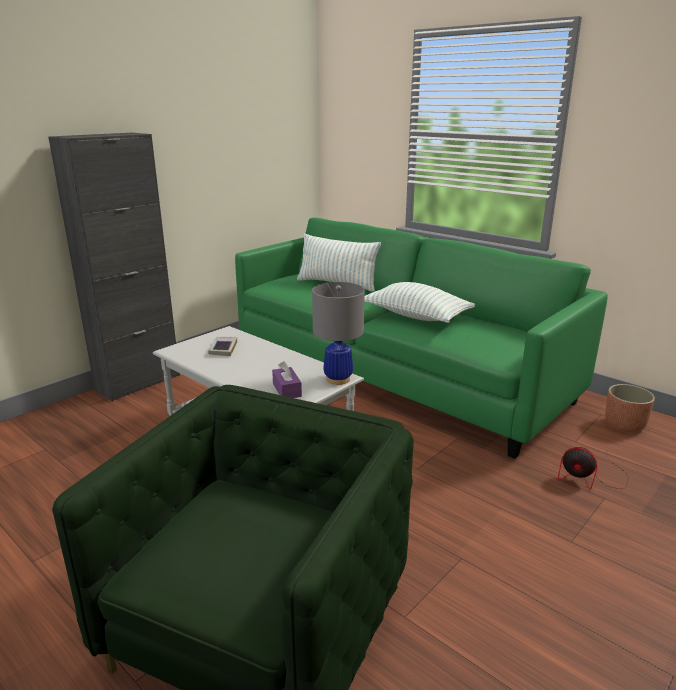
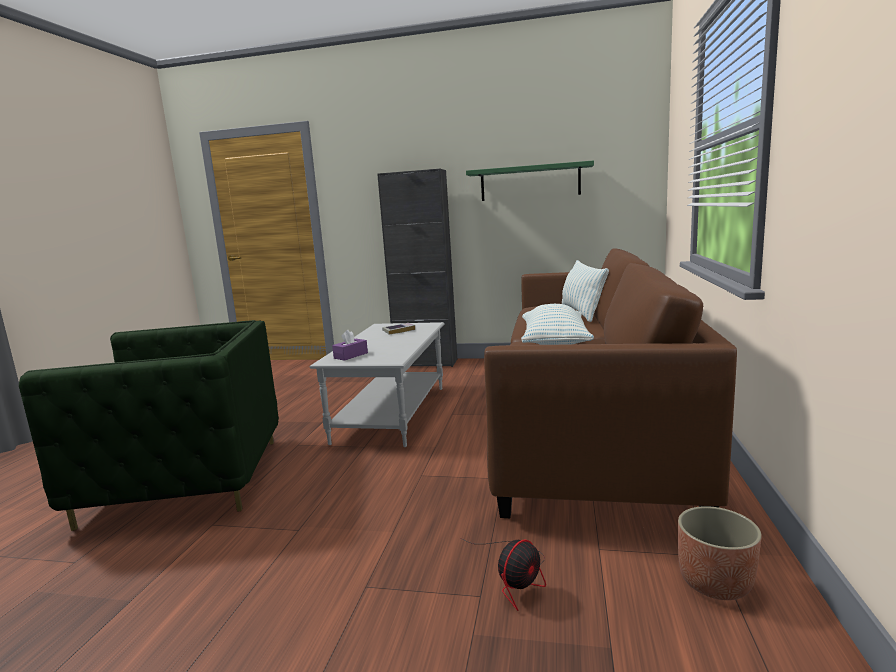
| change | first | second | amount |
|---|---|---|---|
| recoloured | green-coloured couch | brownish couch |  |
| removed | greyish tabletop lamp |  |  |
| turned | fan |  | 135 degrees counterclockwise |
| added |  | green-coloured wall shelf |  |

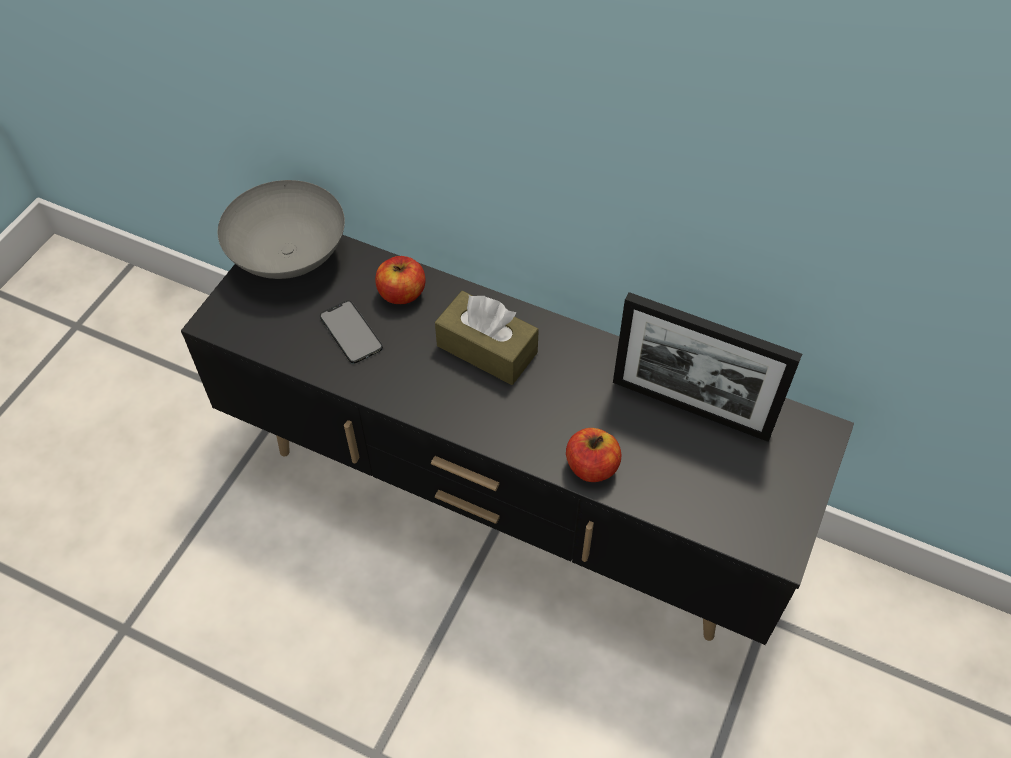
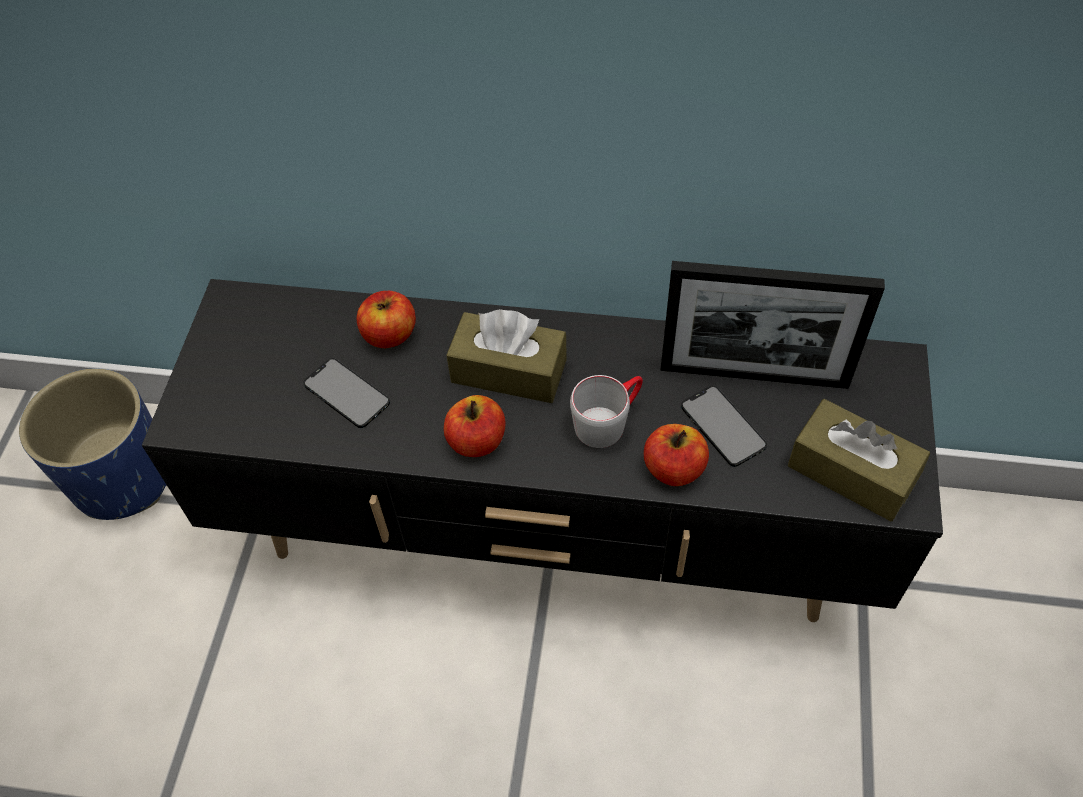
| change | first | second | amount |
|---|---|---|---|
| removed | greyish bowl |  |  |
| added |  | blue-coloured plant pot |  |
| added |  | greyish tea mug |  |
| added |  | phone (2nd from left) |  |
| added |  | apple fruit (2nd from left) |  |
| added |  | brownish box of tissues (2nd from left) |  |

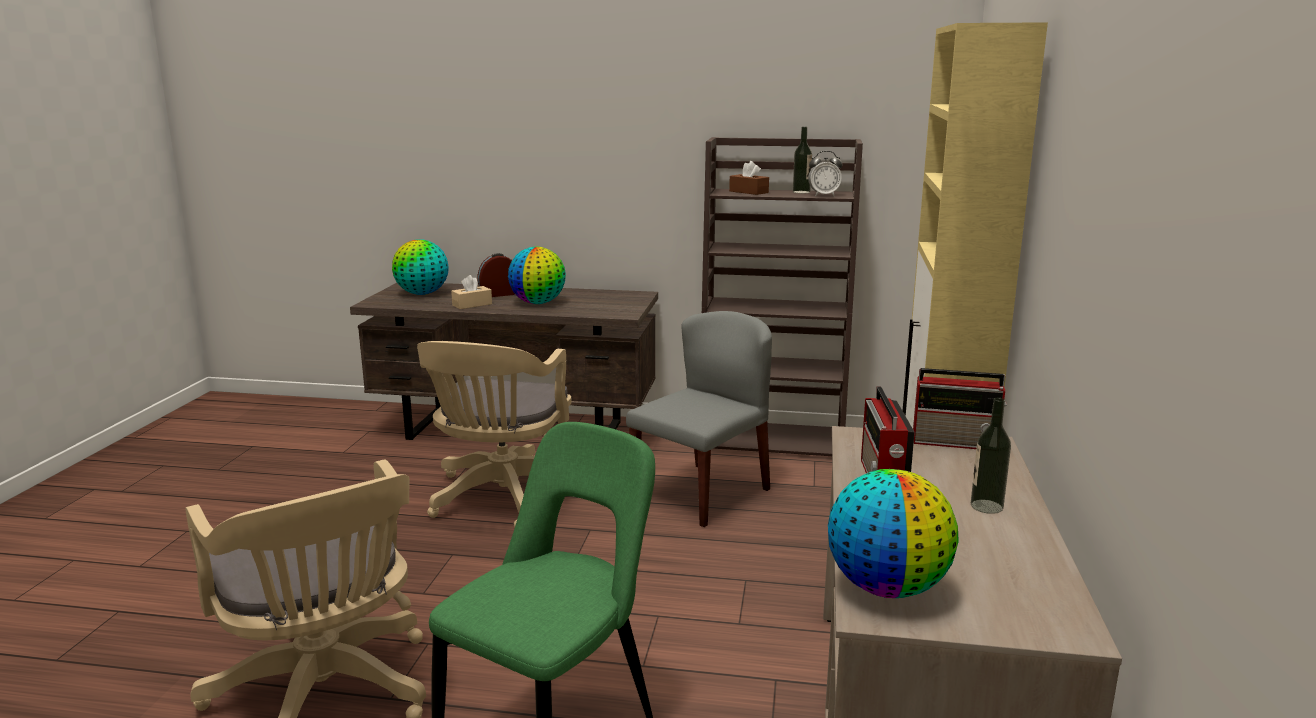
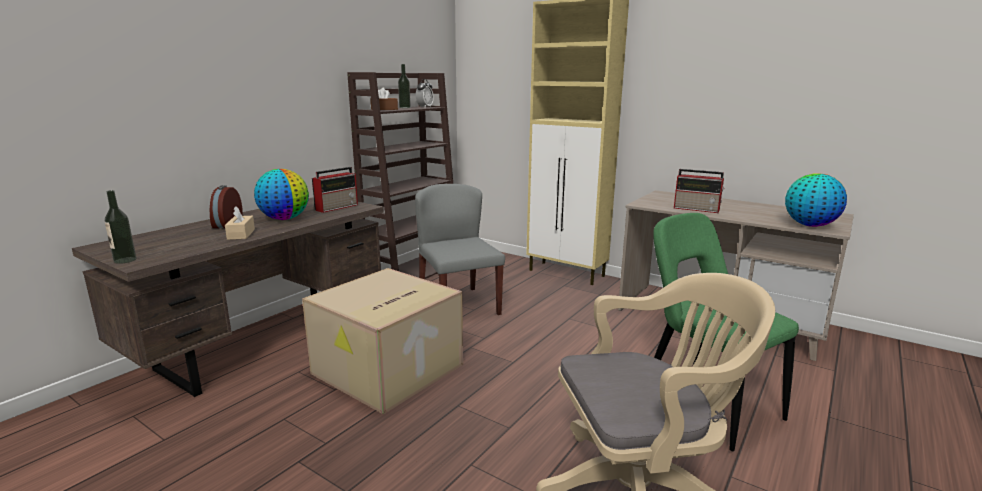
| change | first | second | amount |
|---|---|---|---|
| removed | world globe (1st from left) |  |  |
| replaced | sand-coloured office chair (2nd from left) | packing box |  |
| moved | radio set (2nd from left in the first image) | radio set (1st from left) |  |
| moved | drink bottle (2nd from left in the first image) | drink bottle (1st from left) |  |

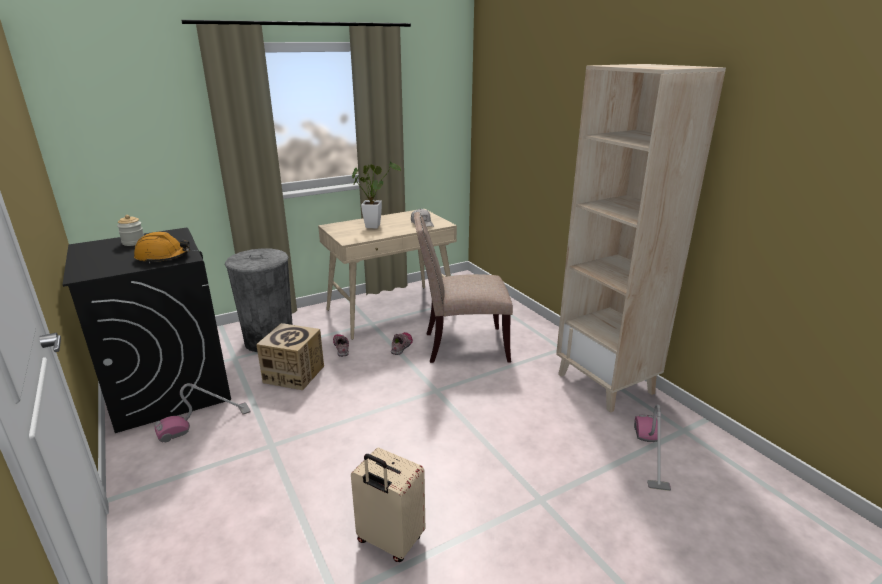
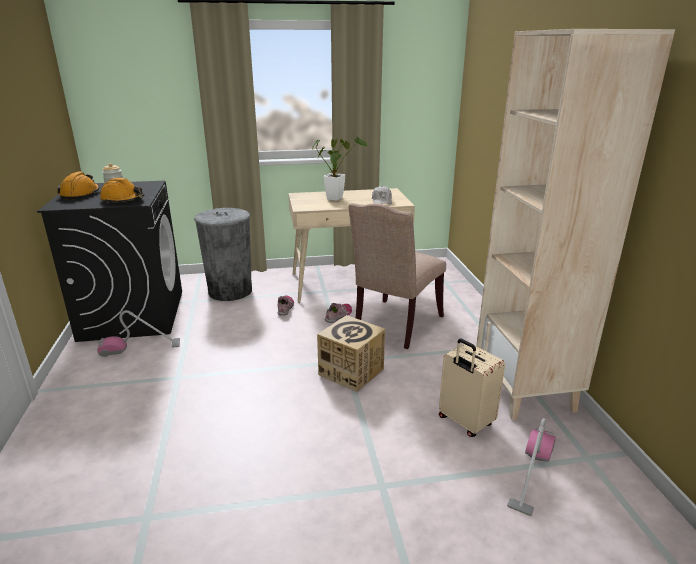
| change | first | second | amount |
|---|---|---|---|
| turned | sand-coloured upright chair |  | 75 degrees counterclockwise |
| moved | packing box |  |  |
| moved | sand-coloured piece of luggage |  |  |
| added |  | orangey hard hat (1st from left) |  |

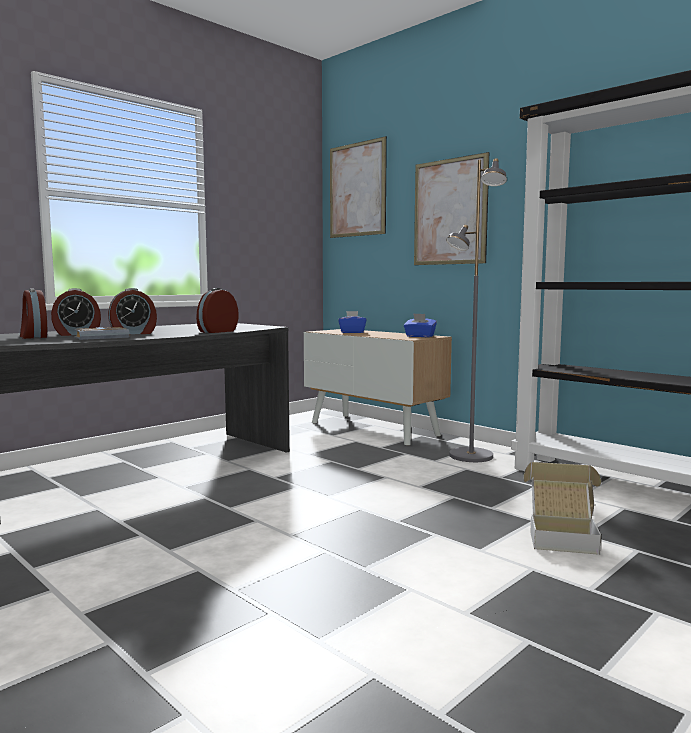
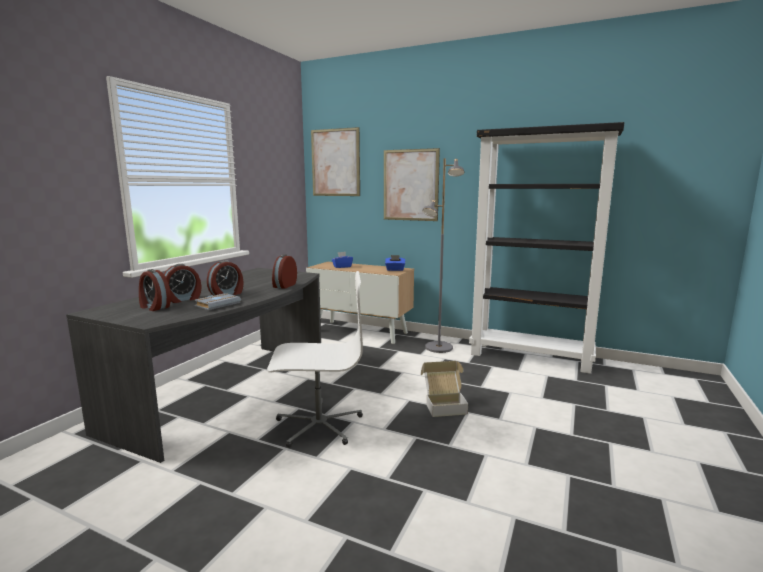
| change | first | second | amount |
|---|---|---|---|
| moved | packing box |  |  |
| added |  | whitish office chair |  |

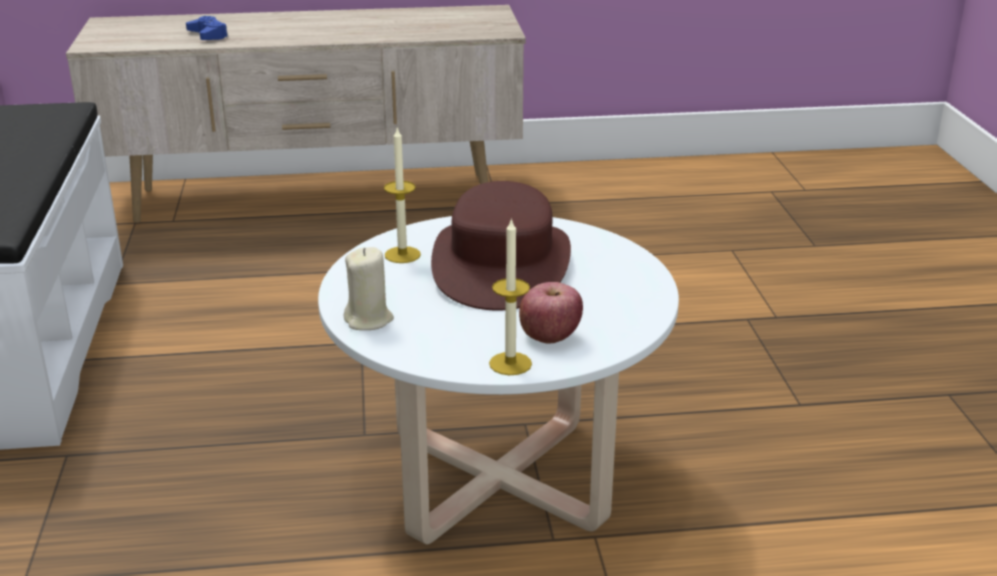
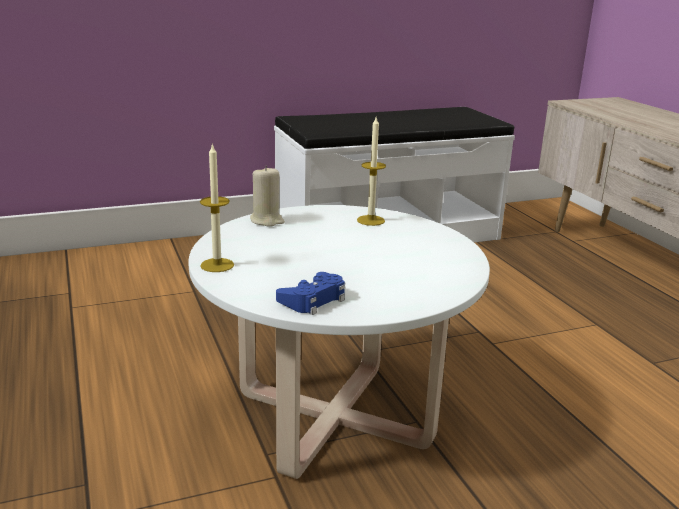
| change | first | second | amount |
|---|---|---|---|
| moved | blue-coloured game controller |  |  |
| removed | brownish hat |  |  |
| removed | apple fruit |  |  |

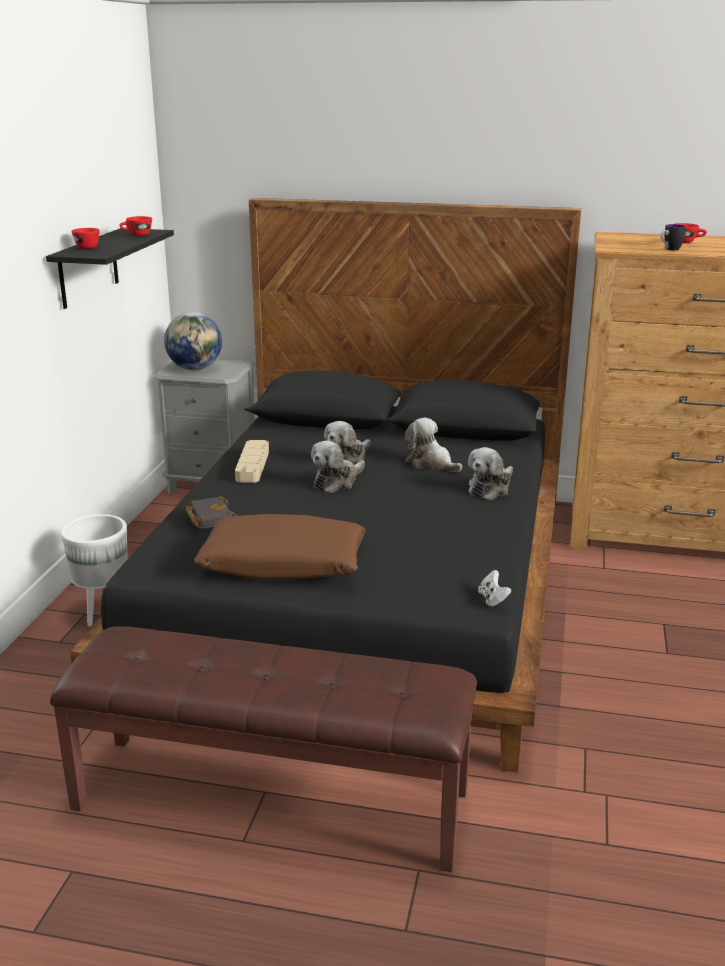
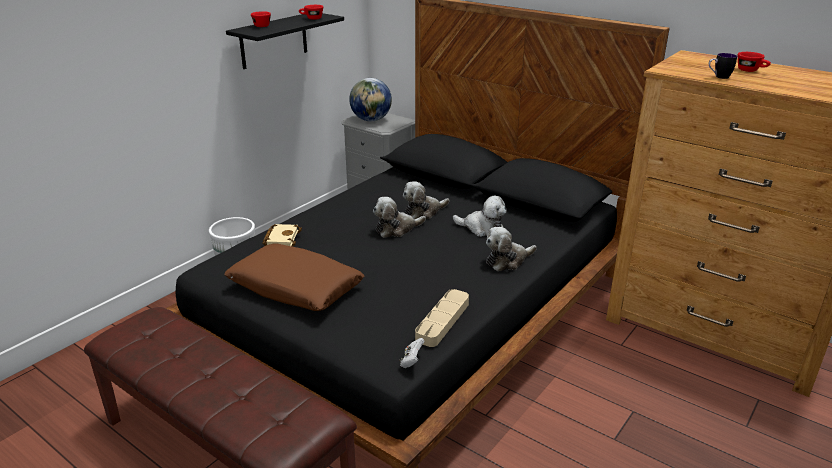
| change | first | second | amount |
|---|---|---|---|
| turned | cuddly toy (3rd from left) |  | 135 degrees clockwise |
| moved | sand-coloured serving tray |  |  |
| recoloured | black-coloured volume | sand-coloured volume |  |

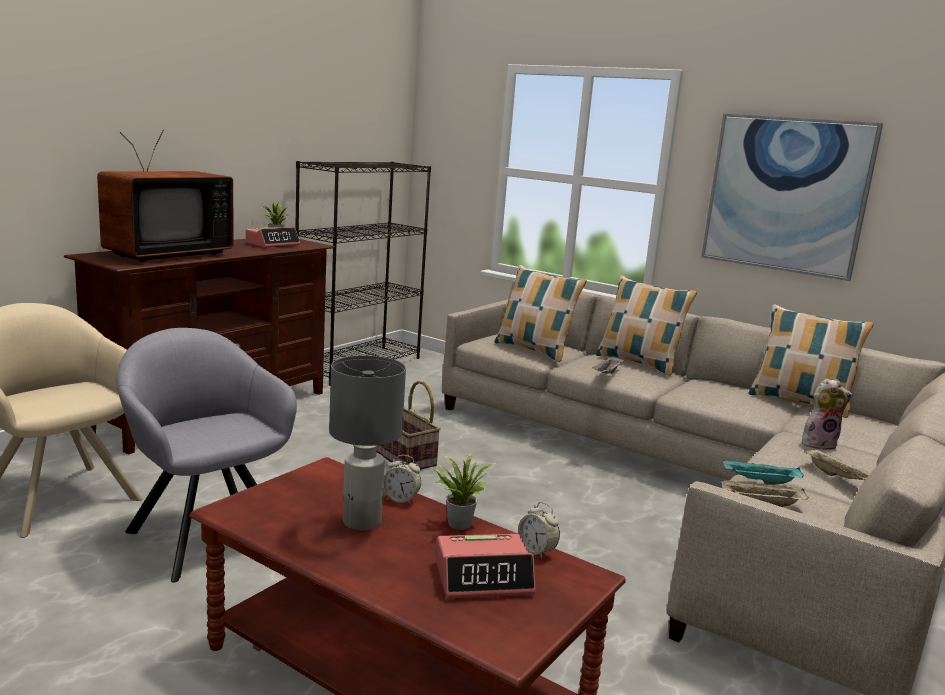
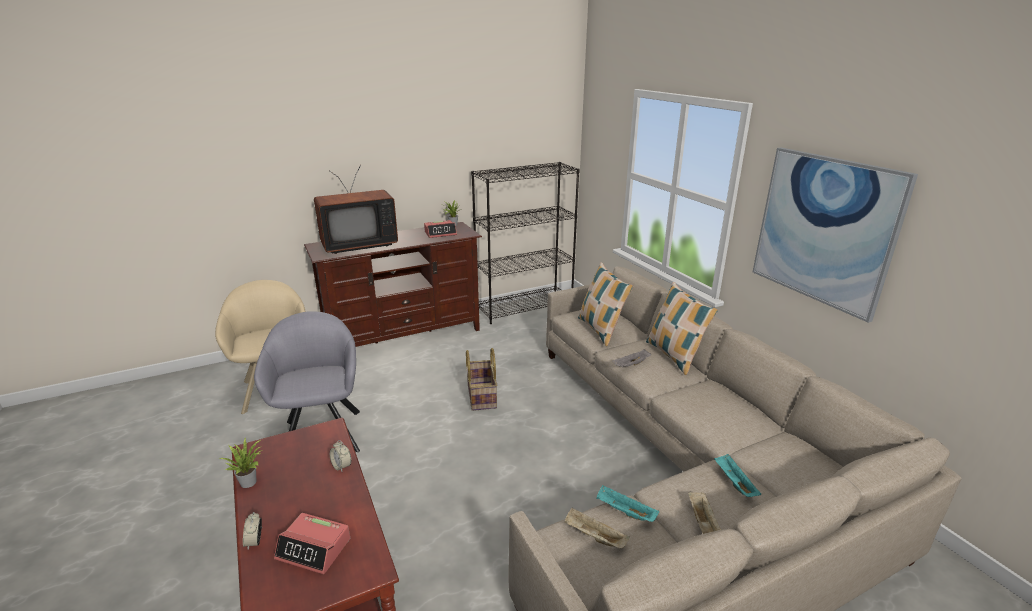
| change | first | second | amount |
|---|---|---|---|
| removed | cushion (3rd from left) |  |  |
| removed | greyish tabletop lamp |  |  |
| replaced | cuddly toy | turquoise-coloured serving tray (2nd from left) |  |
| moved | houseplant (2nd from left in the first image) | houseplant (1st from left) |  |
| moved | alarm clock (4th from left in the first image) | alarm clock (1st from left) |  |

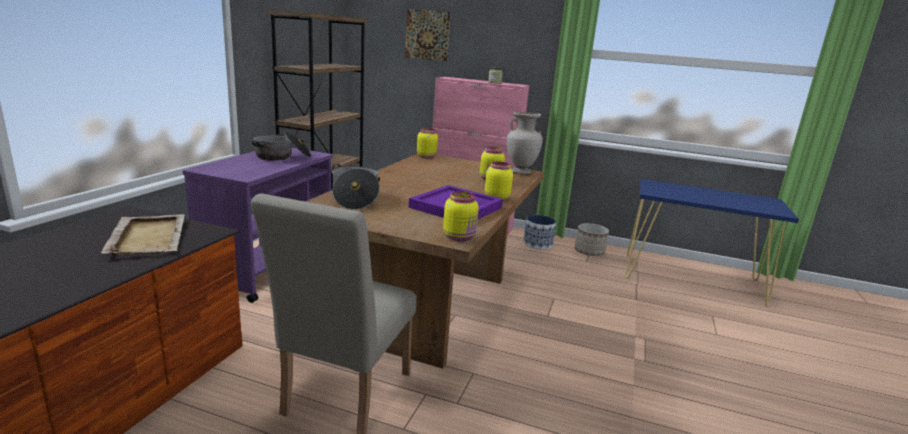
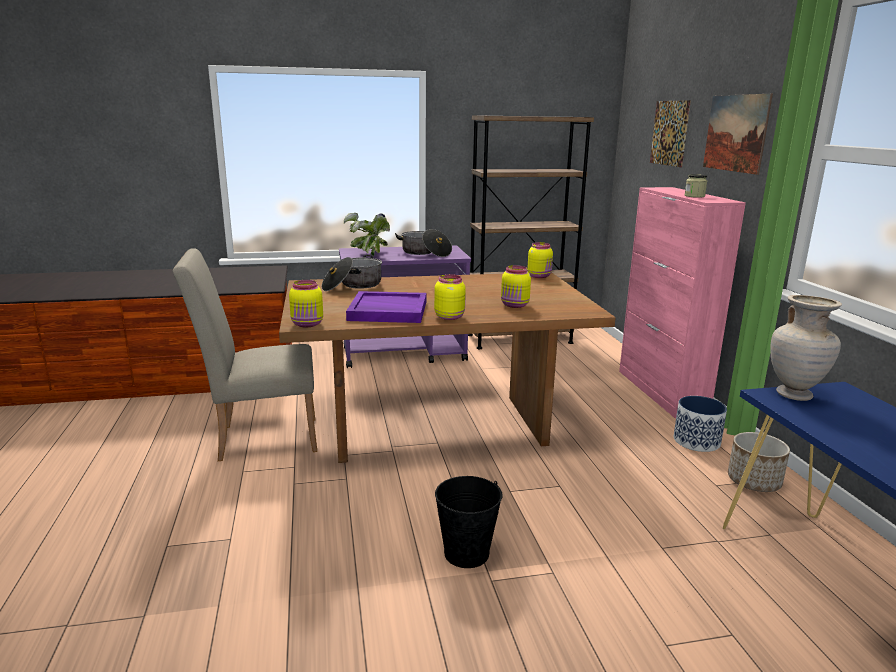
| change | first | second | amount |
|---|---|---|---|
| moved | sand-coloured vase |  |  |
| removed | sand-coloured serving tray |  |  |
| added |  | wall picture (2nd from left) |  |
| added |  | houseplant |  |
| added |  | black-coloured bucket |  |

